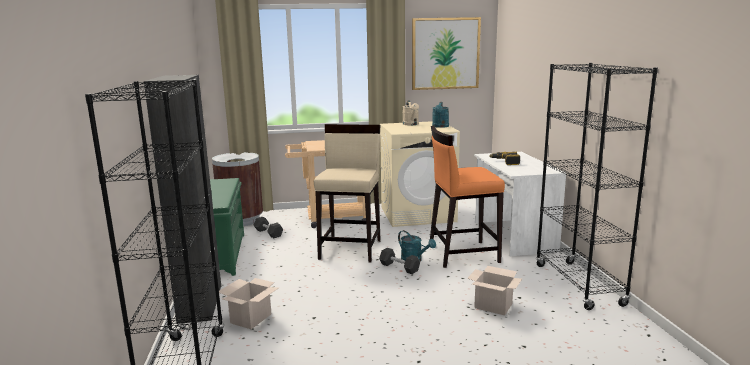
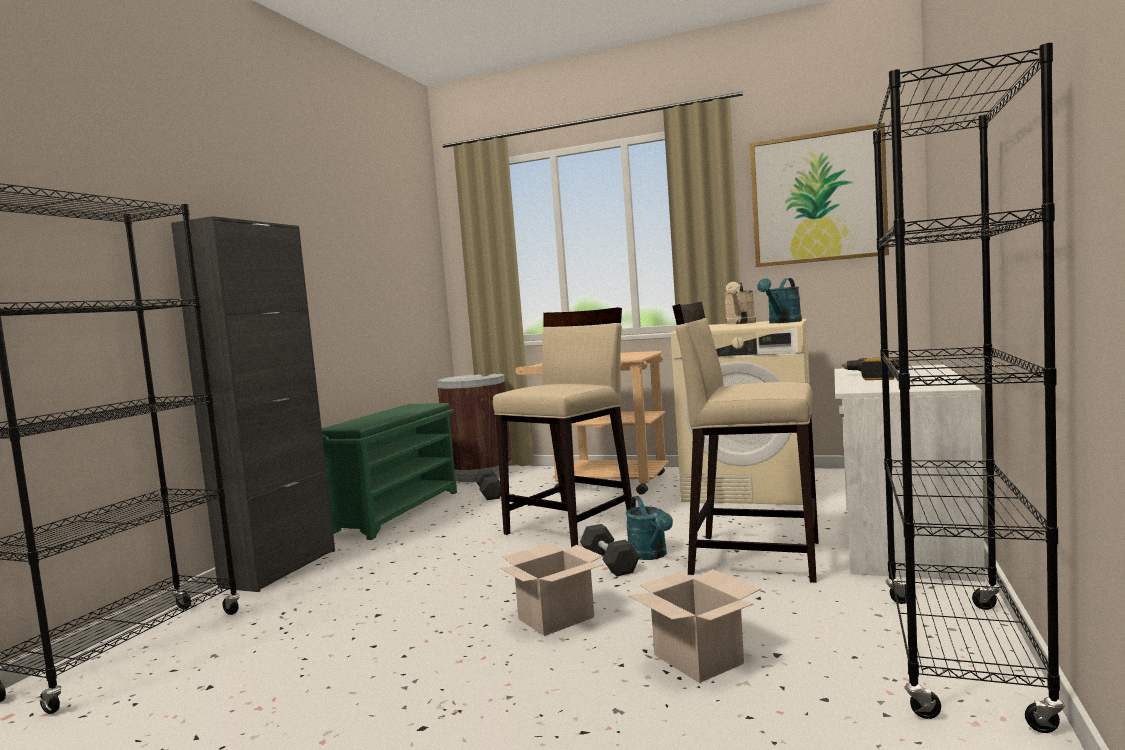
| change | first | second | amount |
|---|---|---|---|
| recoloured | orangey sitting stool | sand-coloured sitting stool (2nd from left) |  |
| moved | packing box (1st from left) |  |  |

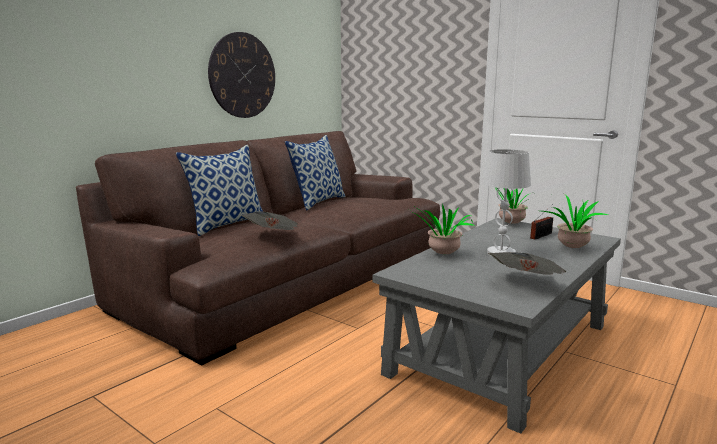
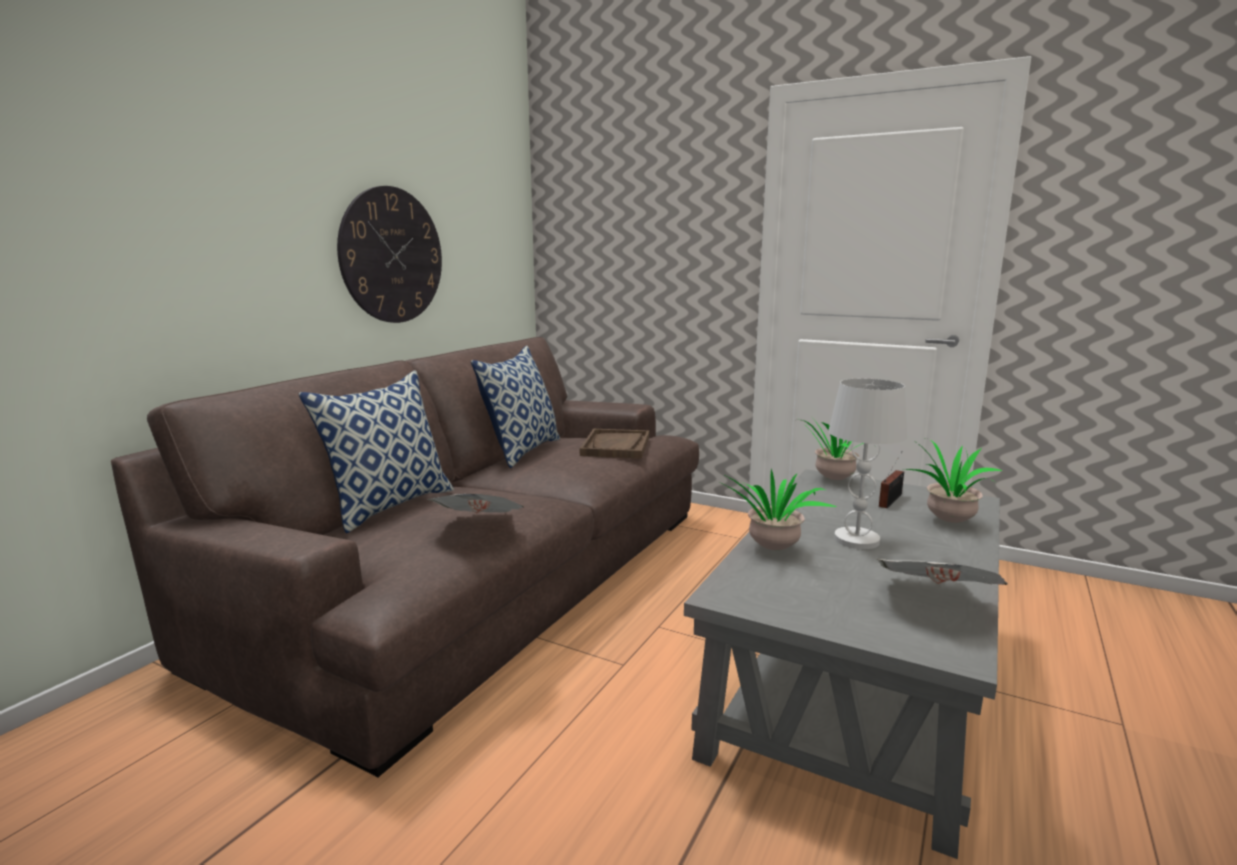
| change | first | second | amount |
|---|---|---|---|
| added |  | brownish serving tray |  |

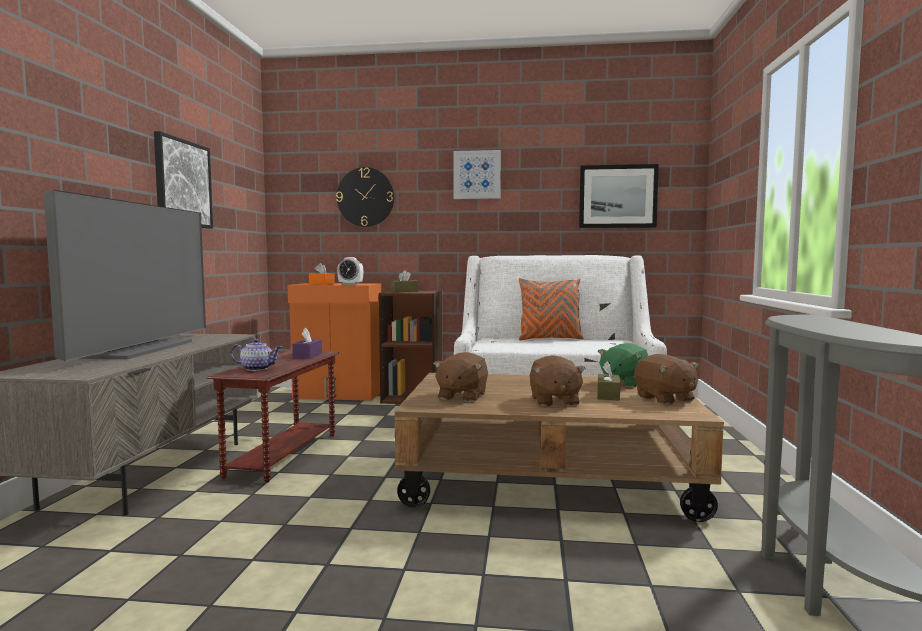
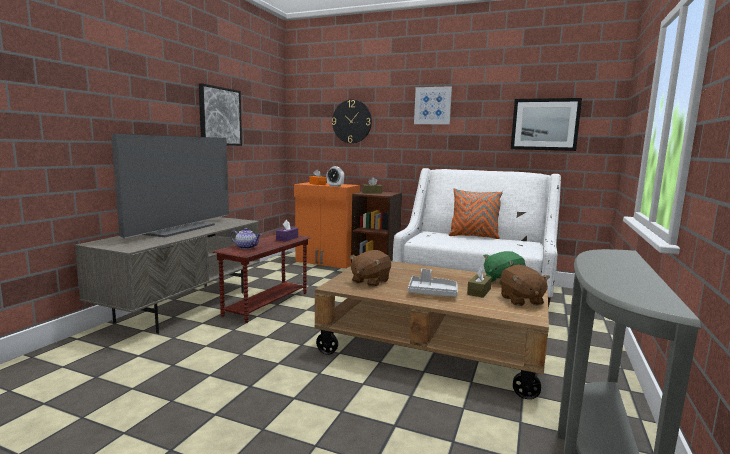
| change | first | second | amount |
|---|---|---|---|
| replaced | brownish cuddly toy (2nd from left) | greyish serving tray |  |

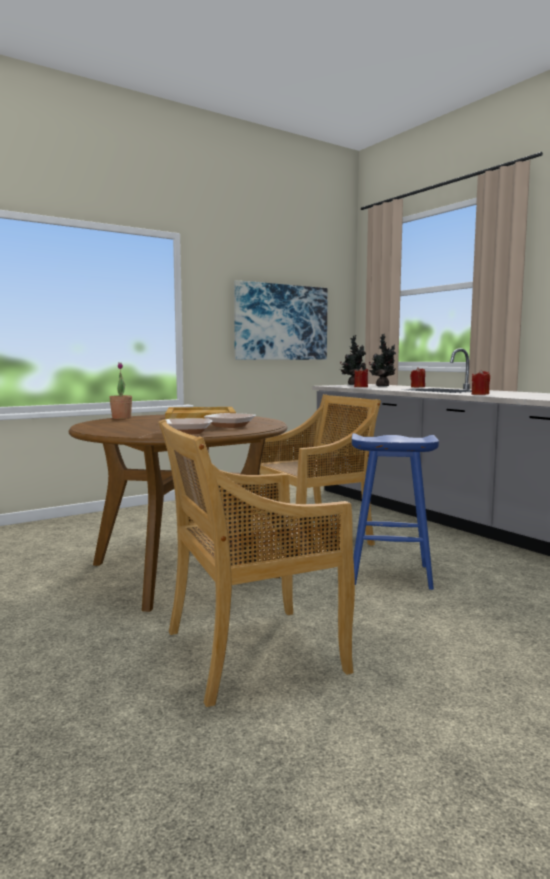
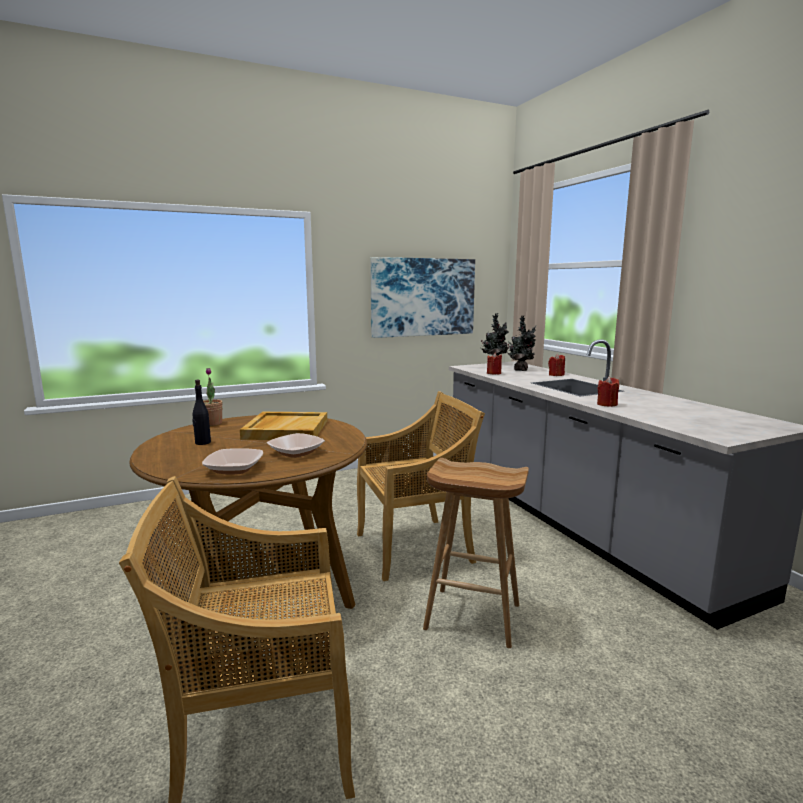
| change | first | second | amount |
|---|---|---|---|
| recoloured | blue-coloured sitting stool | brownish sitting stool |  |
| added |  | black-coloured drink bottle |  |

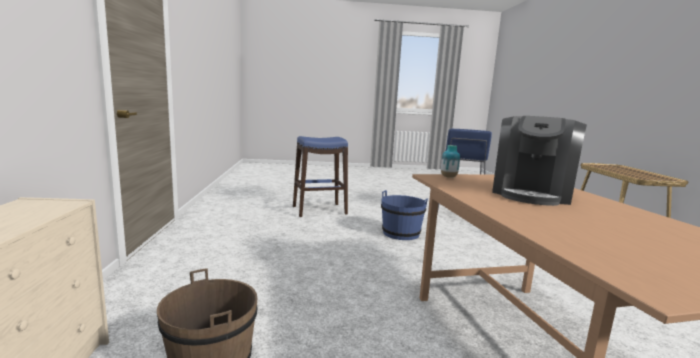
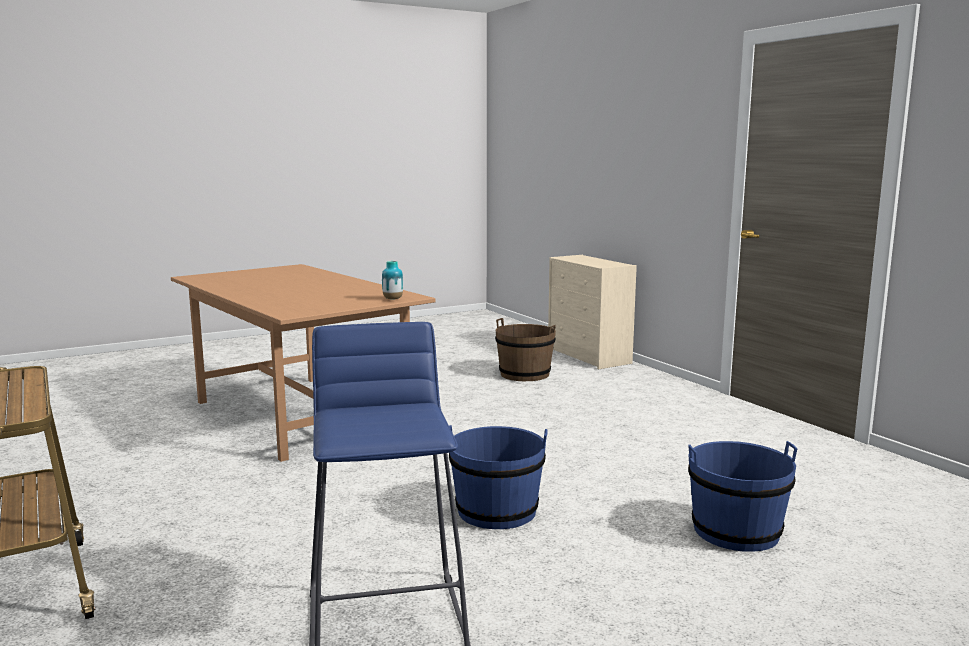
| change | first | second | amount |
|---|---|---|---|
| removed | coffee brewer |  |  |
| replaced | blue-coloured sitting stool (1st from left) | blue-coloured bucket (2nd from left) |  |

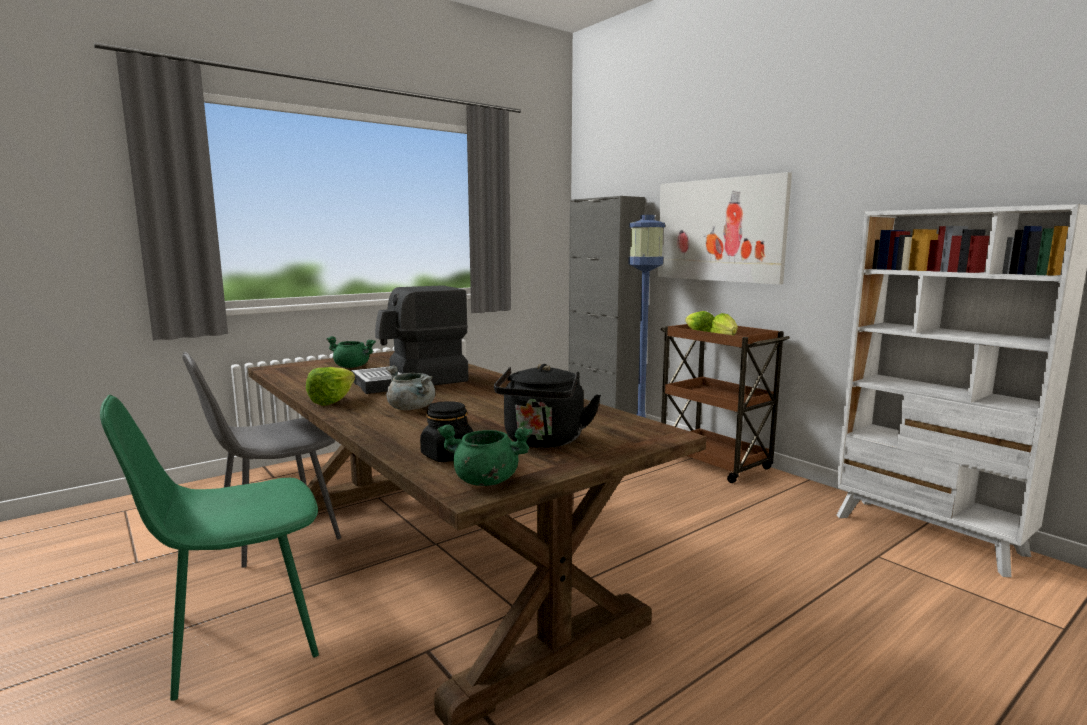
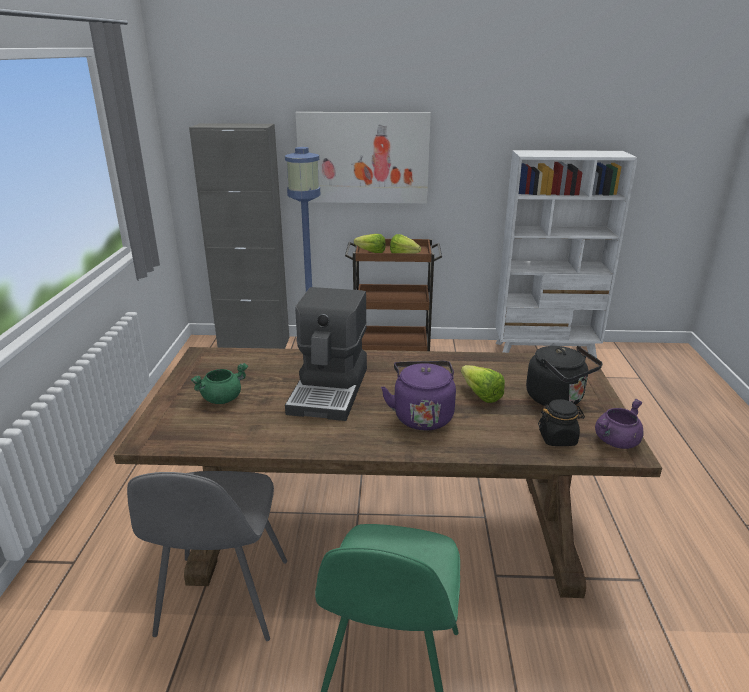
| change | first | second | amount |
|---|---|---|---|
| replaced | greyish stockpot | purplish tea kettle |  |
| moved | lettuce (1st from left in the first image) | lettuce (3rd from left) |  |
| recoloured | green-coloured stockpot (2nd from left) | purplish stockpot |  |

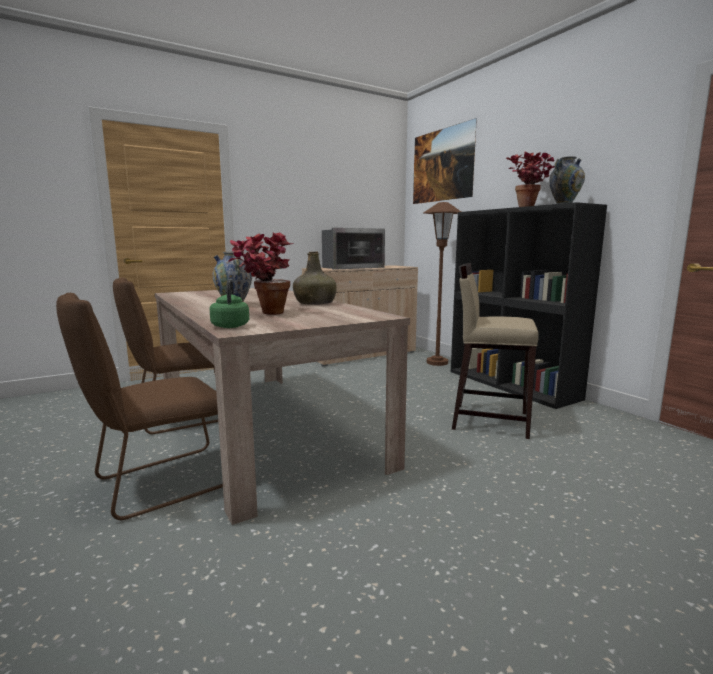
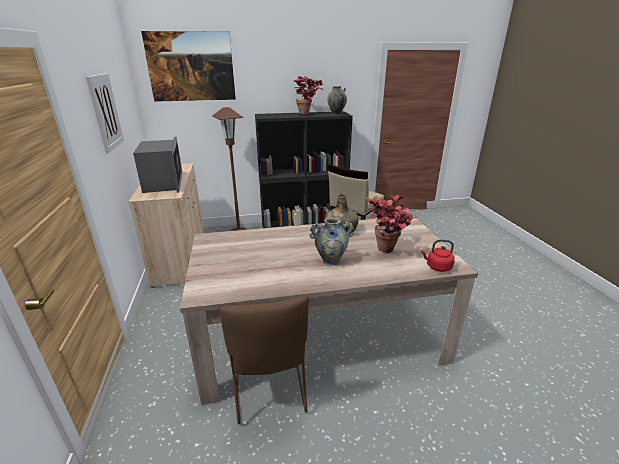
| change | first | second | amount |
|---|---|---|---|
| recoloured | green-coloured tea kettle | red tea kettle |  |
| removed | brownish upright chair (1st from left) |  |  |
| added |  | wall picture (1st from left) |  |

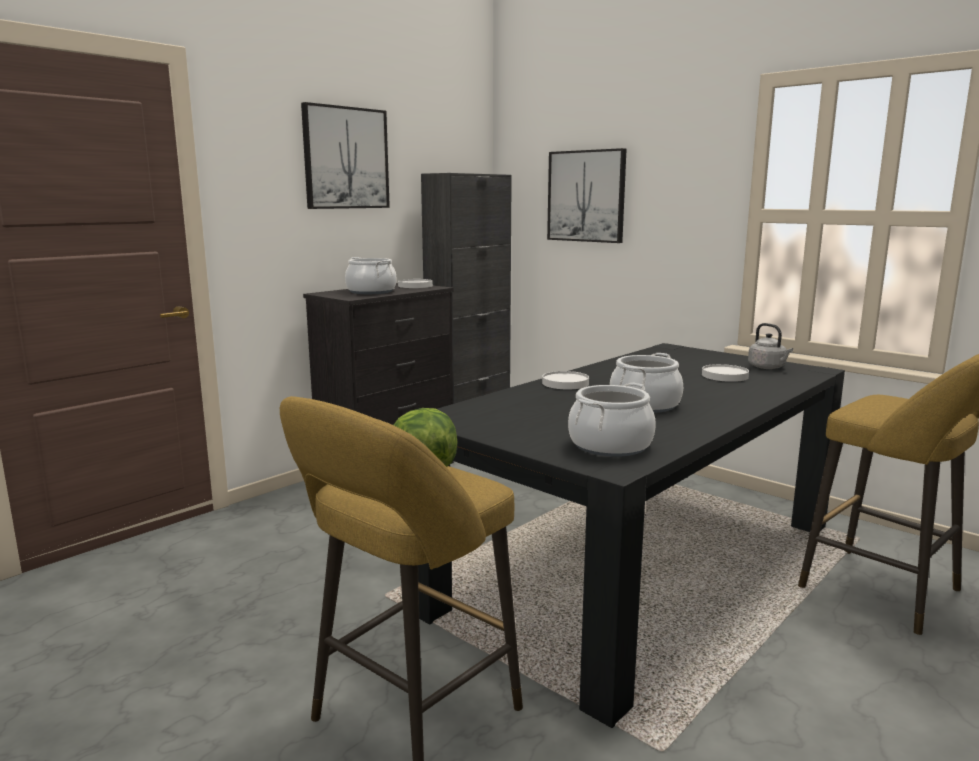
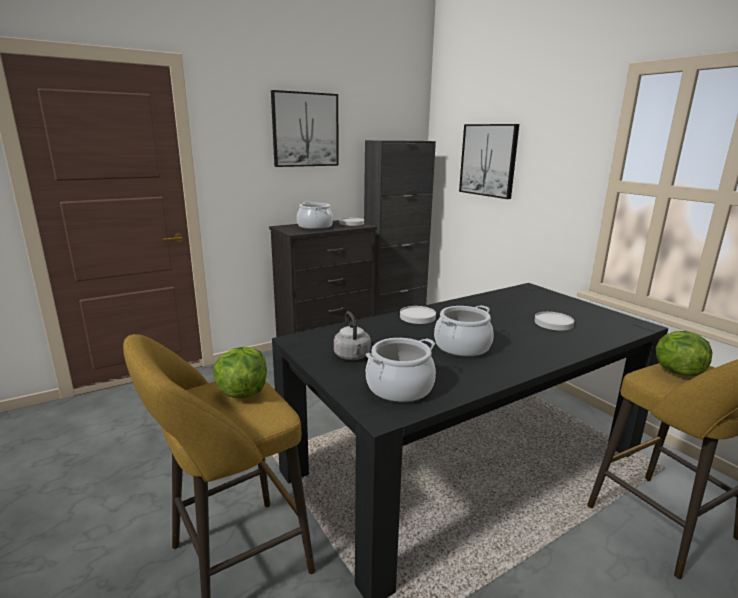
| change | first | second | amount |
|---|---|---|---|
| moved | greyish tea kettle |  |  |
| added |  | lettuce (2nd from left) |  |

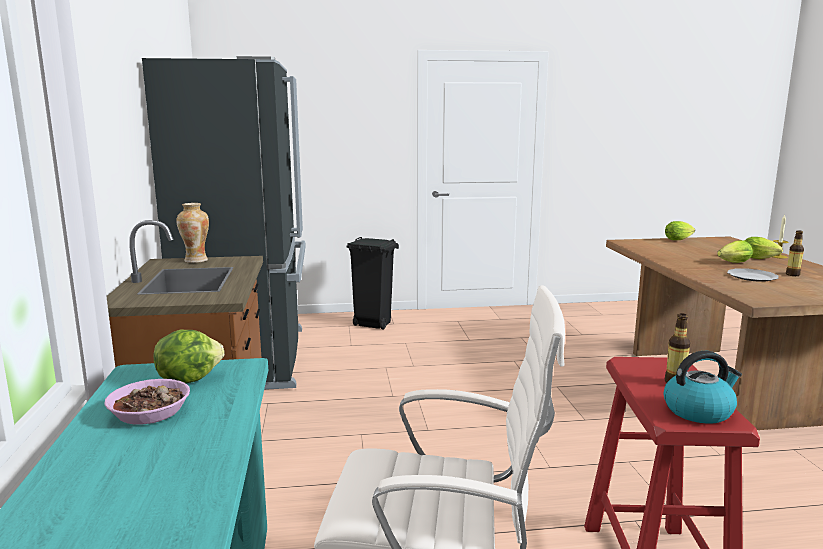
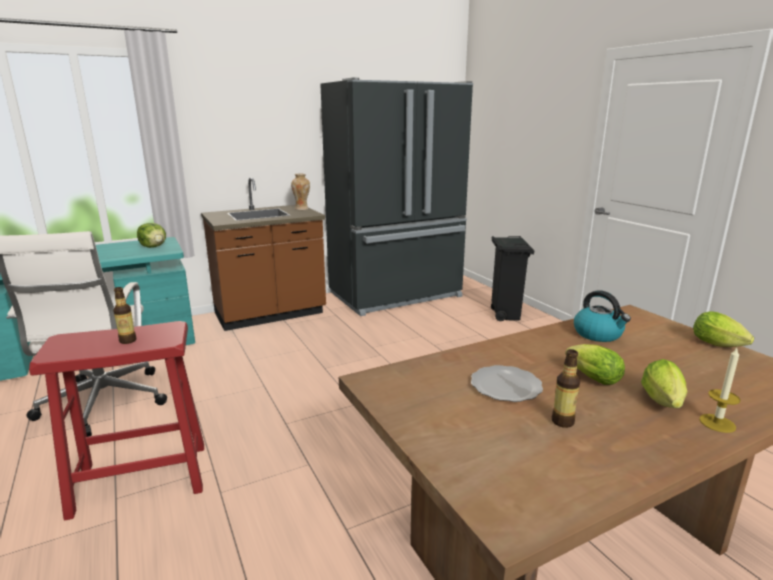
| change | first | second | amount |
|---|---|---|---|
| moved | tea kettle |  |  |
| removed | bowl |  |  |

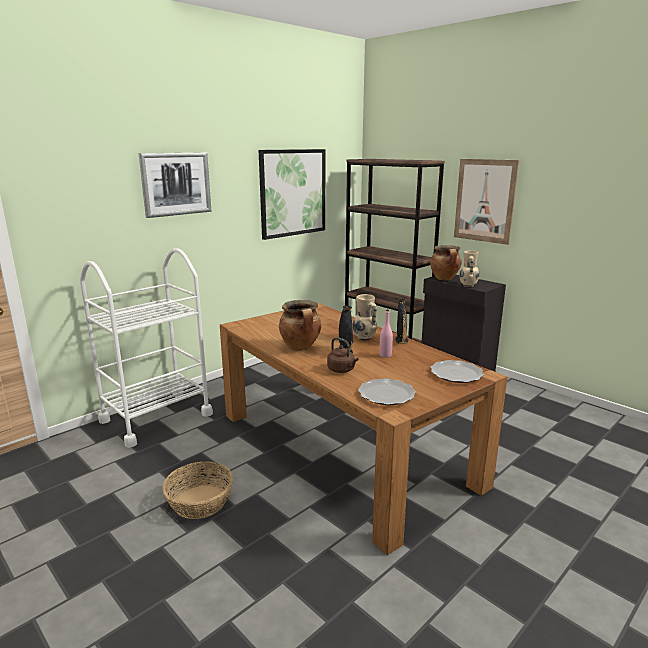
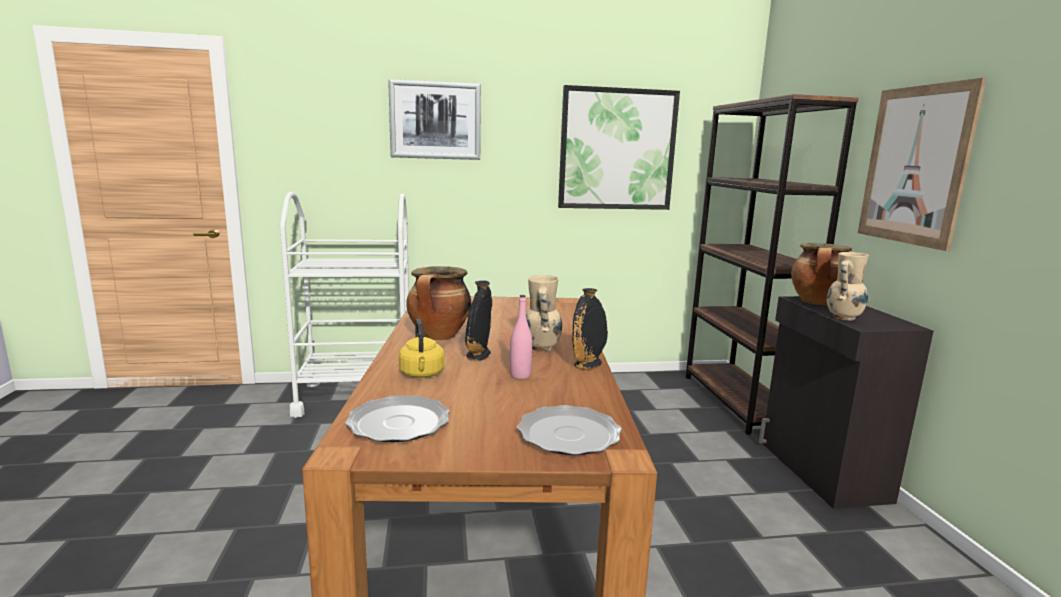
| change | first | second | amount |
|---|---|---|---|
| recoloured | brownish tea kettle | yellow-coloured tea kettle |  |
| removed | basket |  |  |

